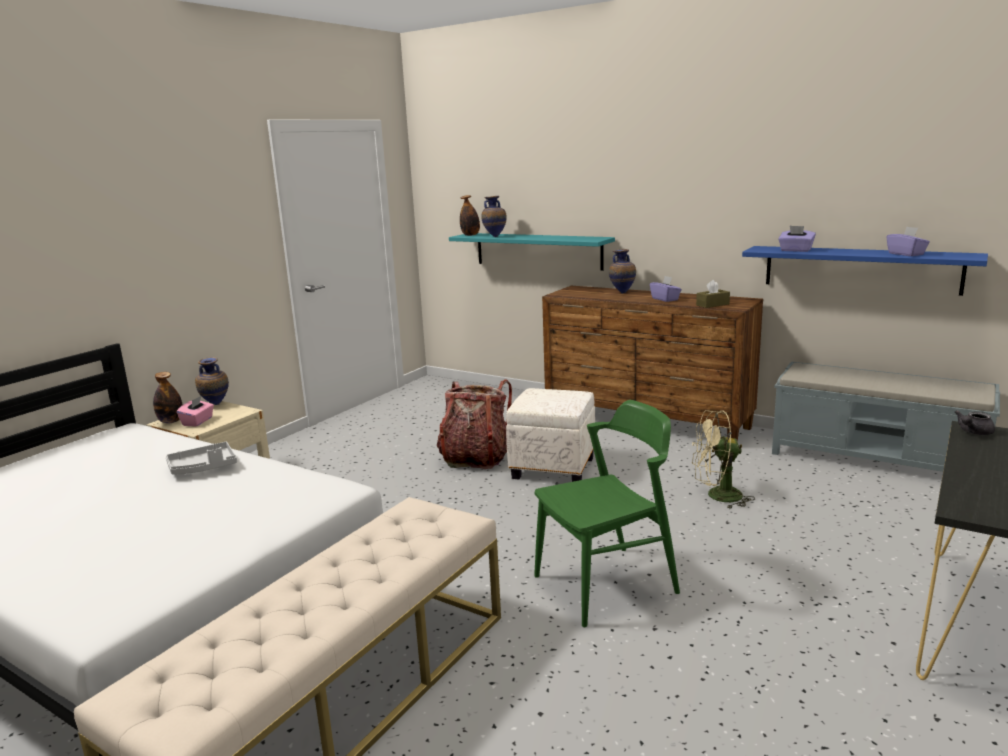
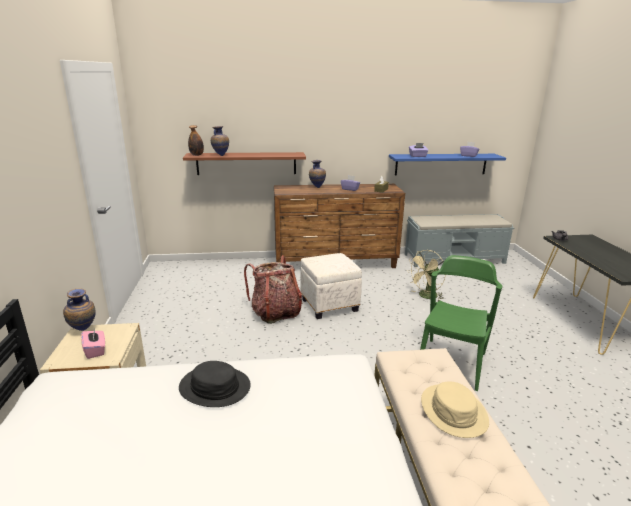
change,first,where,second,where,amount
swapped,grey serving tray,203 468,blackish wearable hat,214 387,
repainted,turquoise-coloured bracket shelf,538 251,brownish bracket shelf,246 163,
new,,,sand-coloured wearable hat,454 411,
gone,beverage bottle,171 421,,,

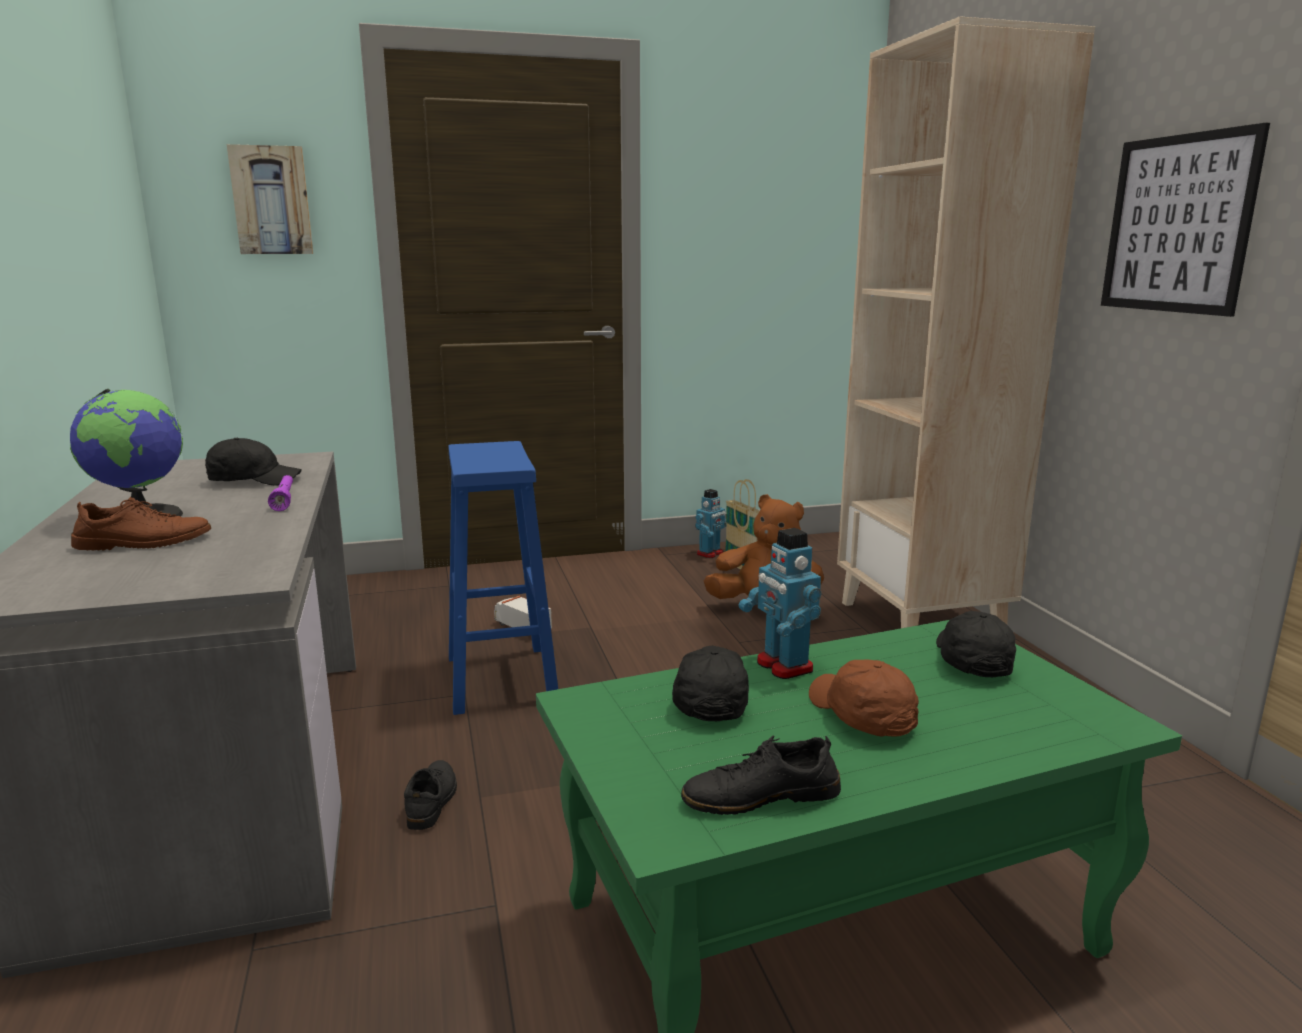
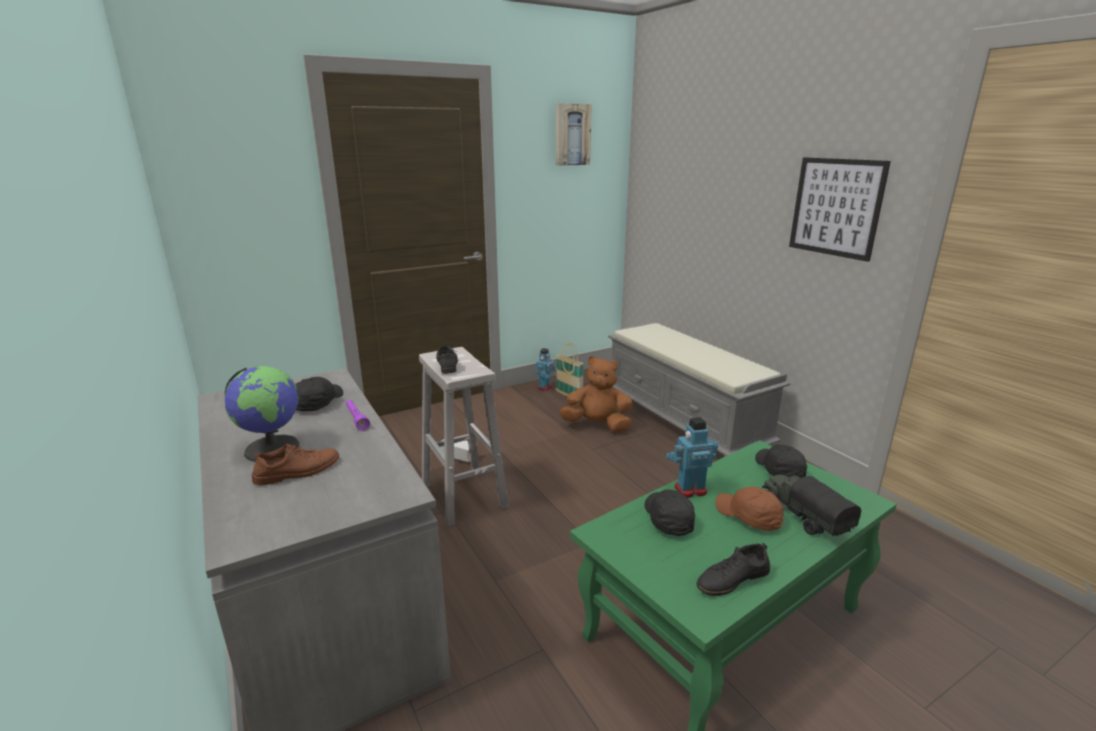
change,first,where,second,where,amount
rotated,blackish cap,254 480,,317 403,60 degrees counterclockwise
repainted,blue sitting stool,502 679,whitish sitting stool,464 496,
shifted,blackish shoe,432 800,,447 364,
shifted,wall art,272 201,,571 135,
swapped,sand-coloured bookshelf,922 621,grey long seat,685 421,
rotated,robot figure,783 666,,690 489,120 degrees clockwise
new,,,toy truck,803 516,

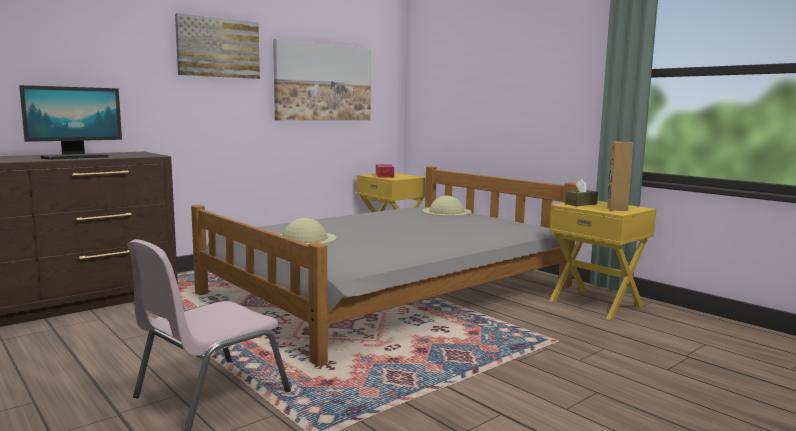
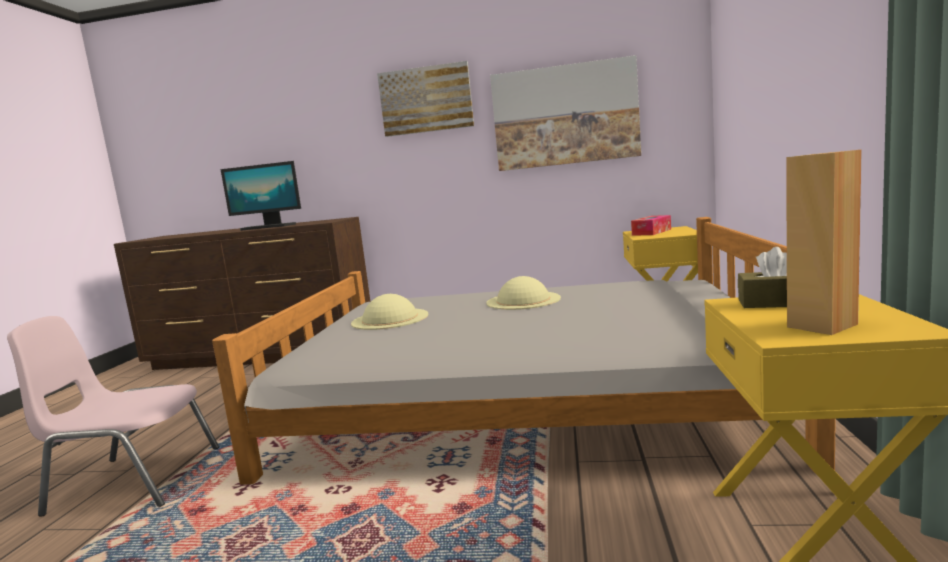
change,first,where,second,where,amount
shifted,sand-coloured wearable hat,446 211,,523 300,

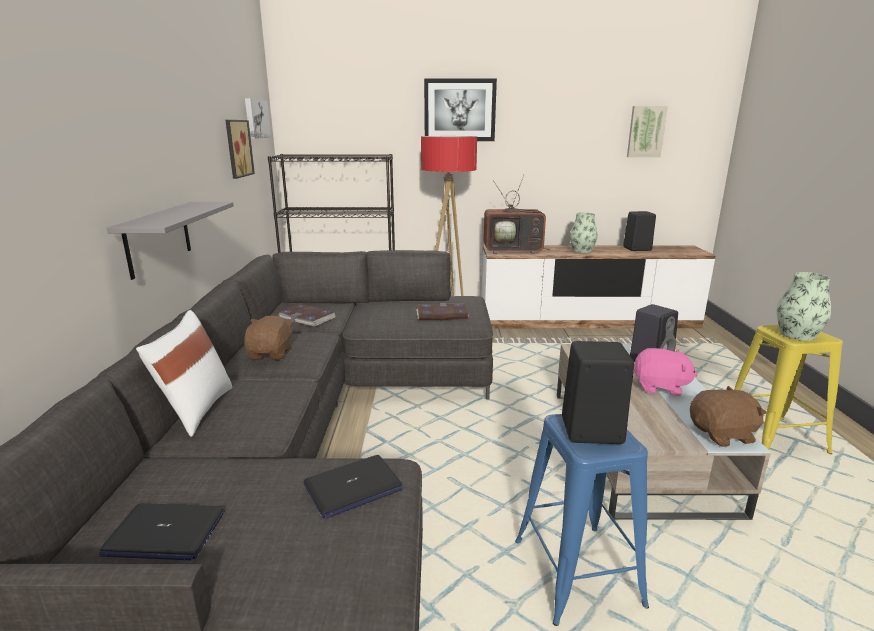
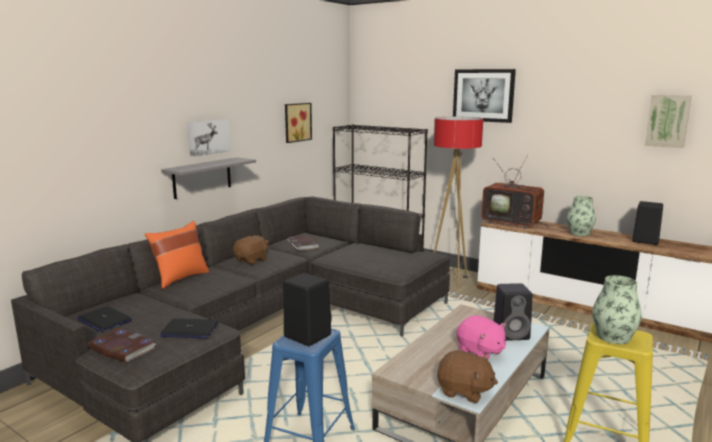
change,first,where,second,where,amount
shifted,volume,441 315,,122 348,
repainted,whitish cushion,196 410,orange cushion,180 278,
shifted,wall art,256 119,,208 137,

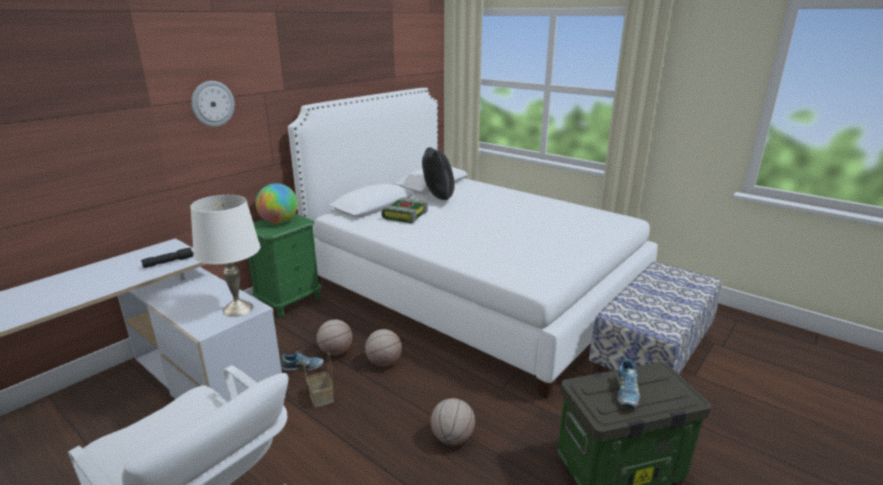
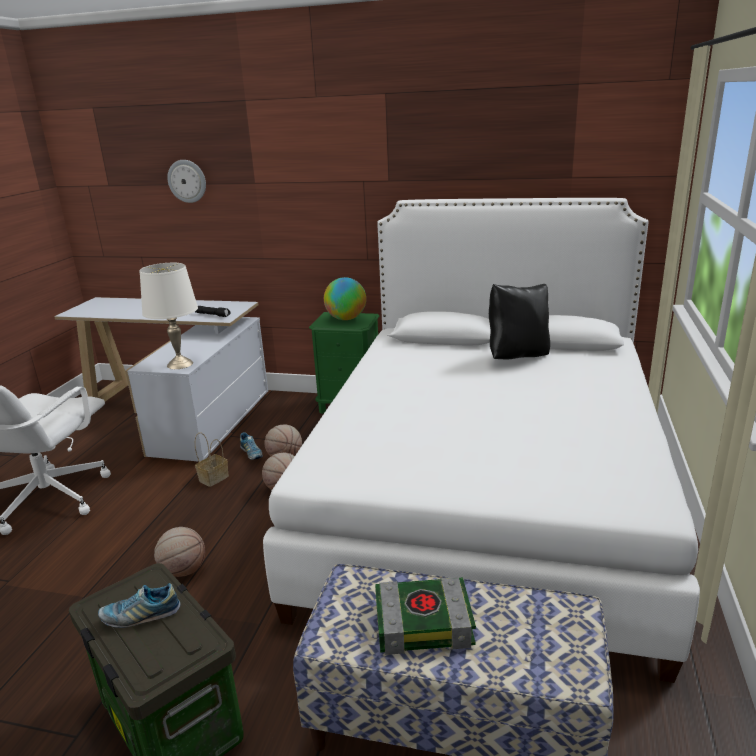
change,first,where,second,where,amount
shifted,wall clock,212 103,,187 181,
shifted,volume,405 215,,424 621,

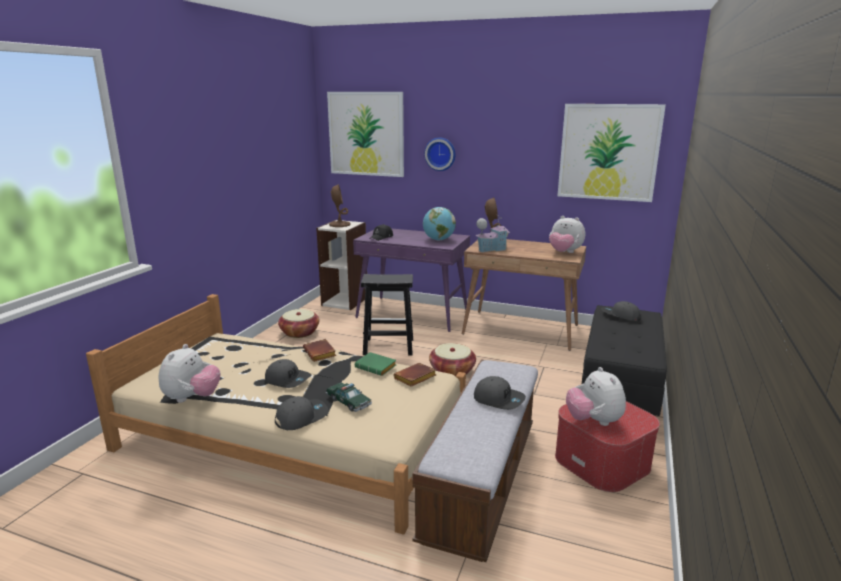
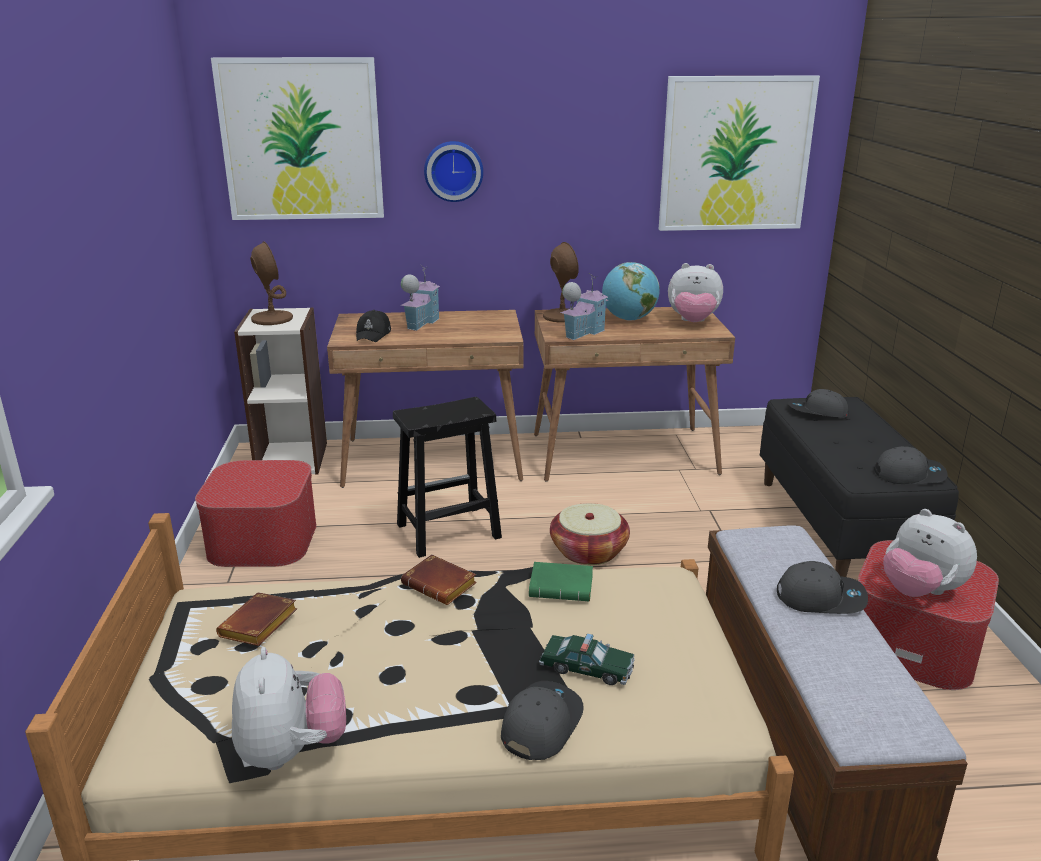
change,first,where,second,where,amount
swapped,household basket,299 332,pouffe,262 540,
shifted,brownish volume,415 378,,259 626,
repainted,purple desk unit,413 314,brownish desk unit,433 459,
new,,,model house,420 322,
shifted,desk globe,438 240,,629 319,
shifted,grey cap,287 379,,909 474,

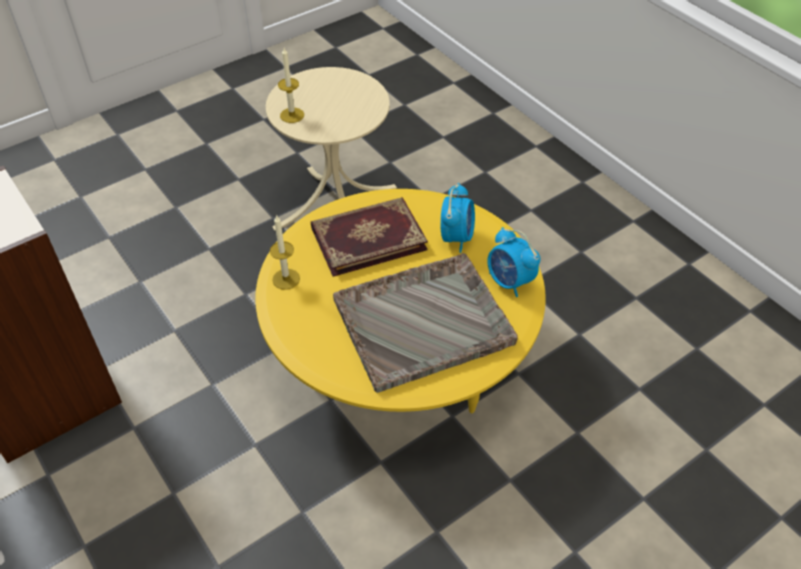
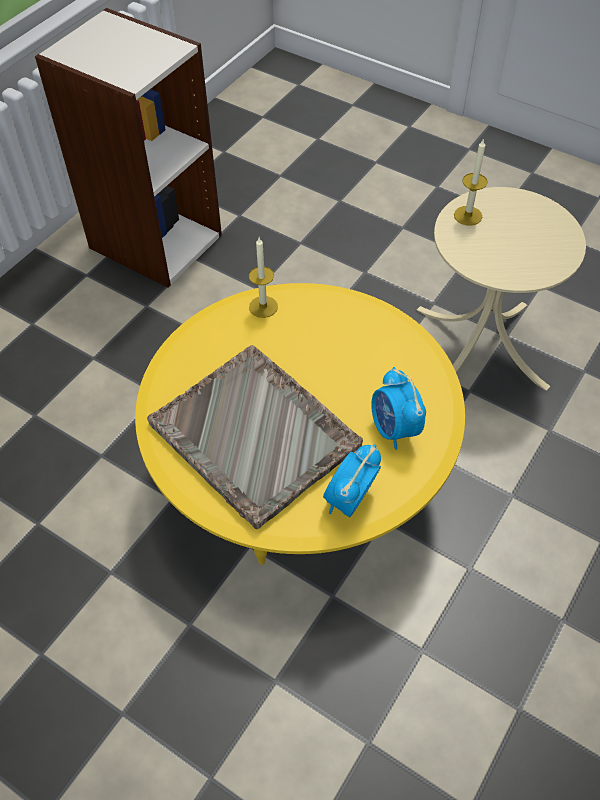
change,first,where,second,where,amount
rotated,bedside clock,456 237,,394 429,75 degrees clockwise
gone,volume,368 238,,,

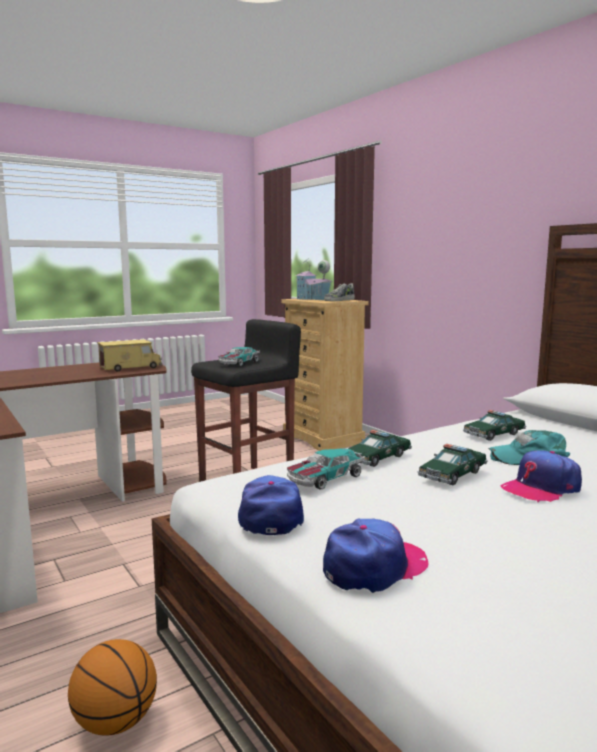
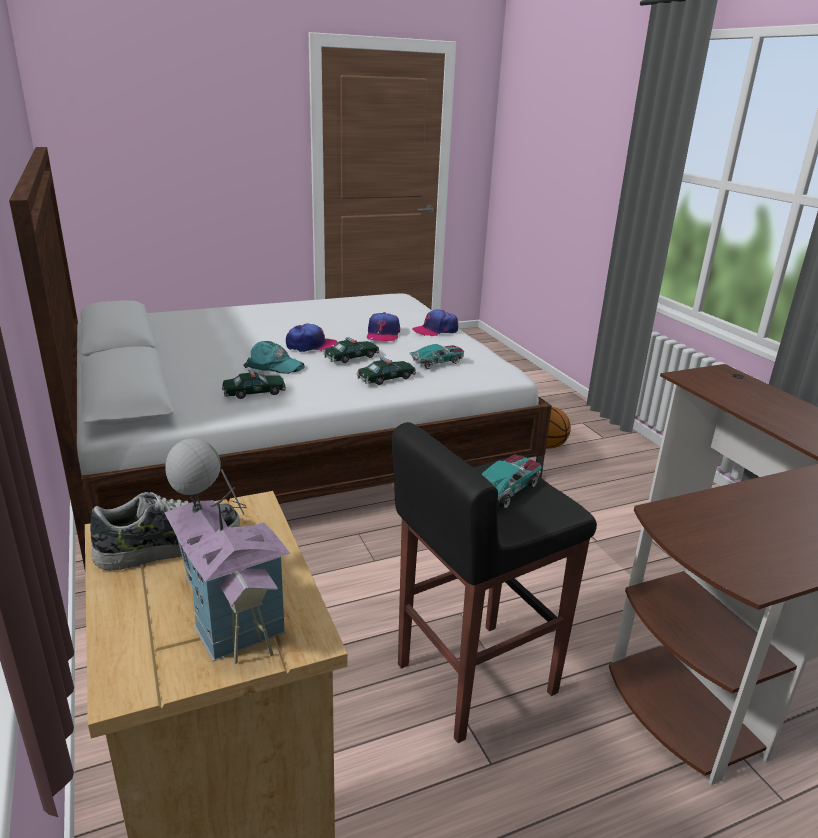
change,first,where,second,where,amount
shifted,cap,270 515,,383 334,
gone,toy truck,130 367,,,

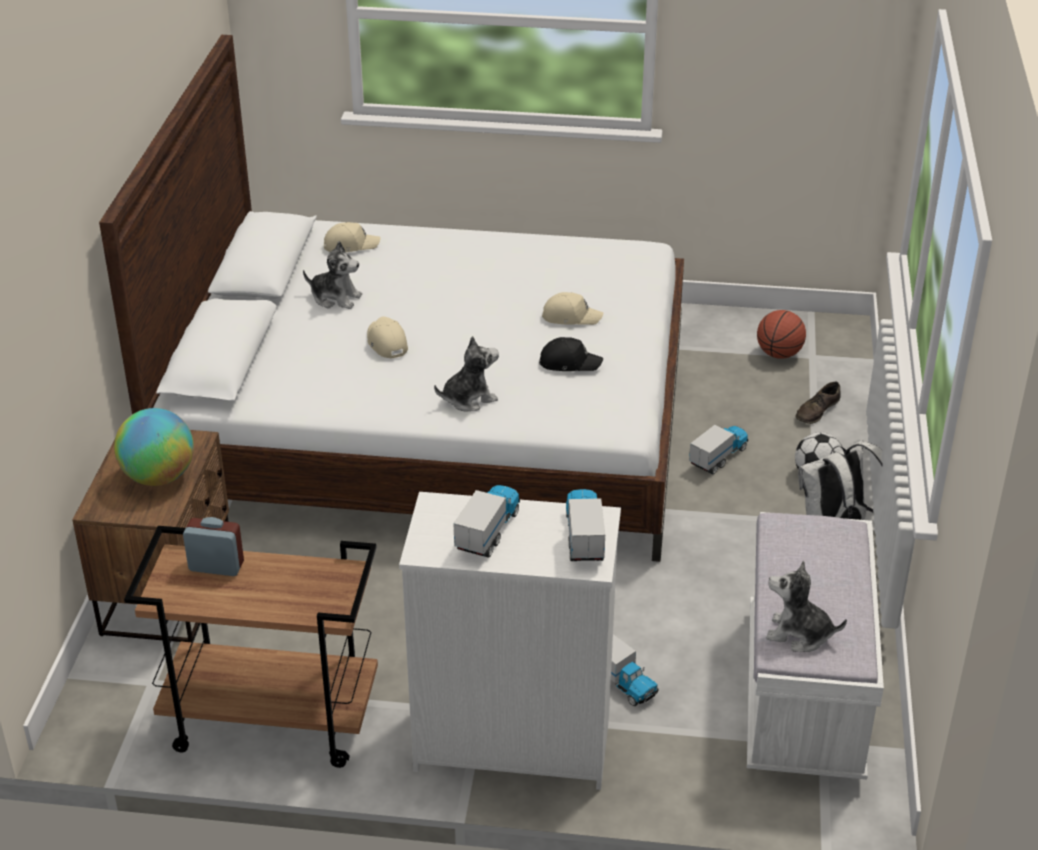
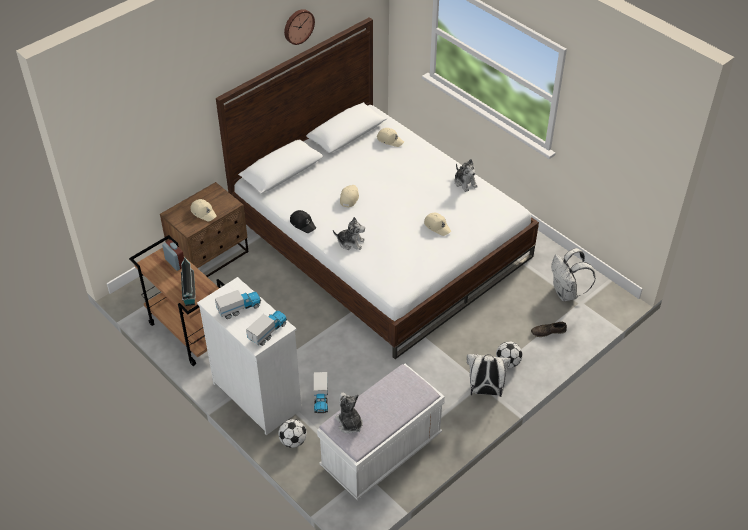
change,first,where,second,where,amount
new,,,model house,189 293,
swapped,desk globe,159 477,sand-coloured cap,203 212,
new,,,ball for football,293 441,
new,,,wall clock,298 26,
shifted,blackish cap,569 362,,303 224,
shifted,soft toy,335 298,,465 182,
swapped,basketball ball,779 354,whitish backpack,566 293,
gone,toy truck,718 457,,,

